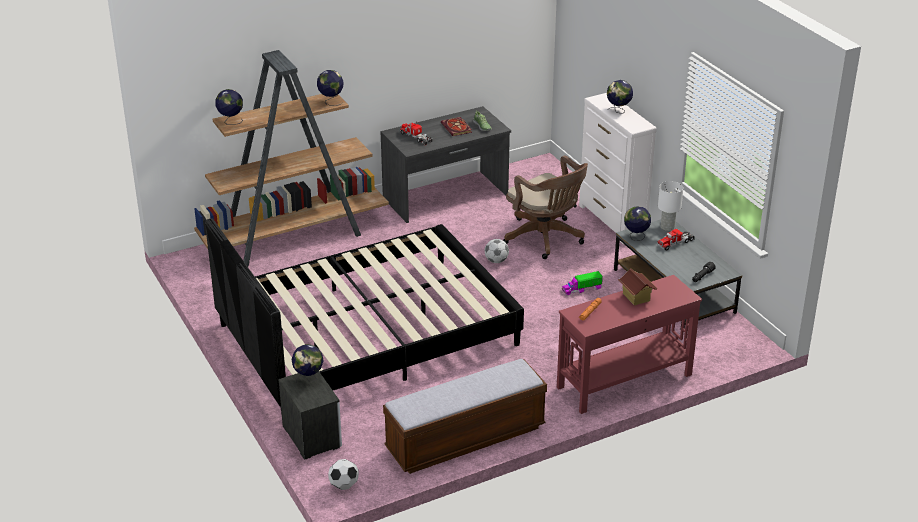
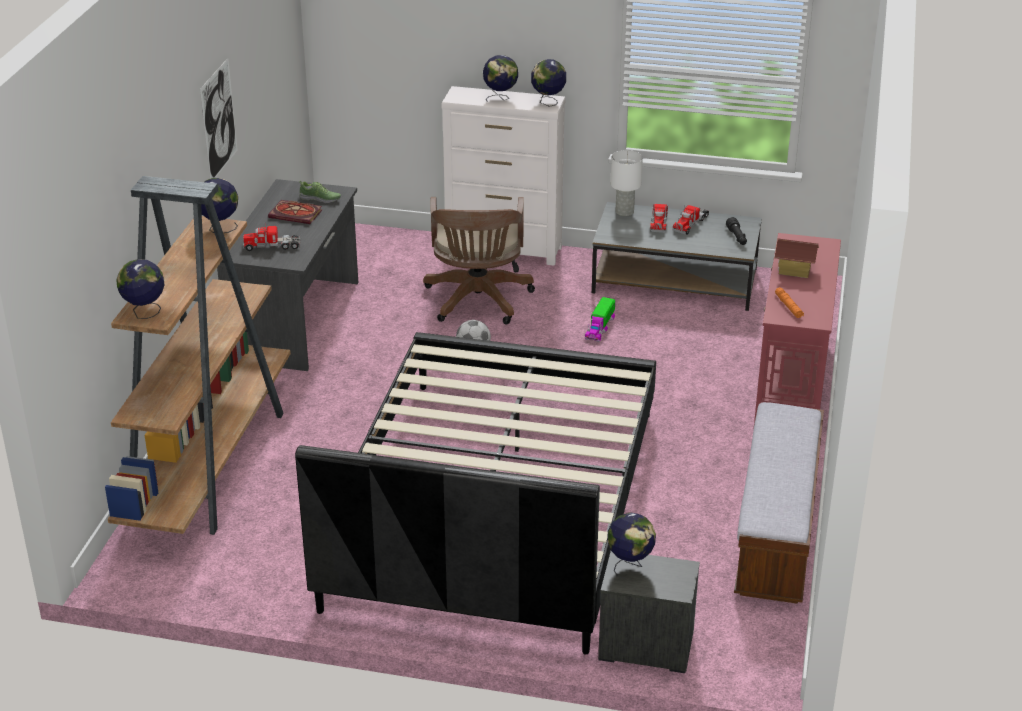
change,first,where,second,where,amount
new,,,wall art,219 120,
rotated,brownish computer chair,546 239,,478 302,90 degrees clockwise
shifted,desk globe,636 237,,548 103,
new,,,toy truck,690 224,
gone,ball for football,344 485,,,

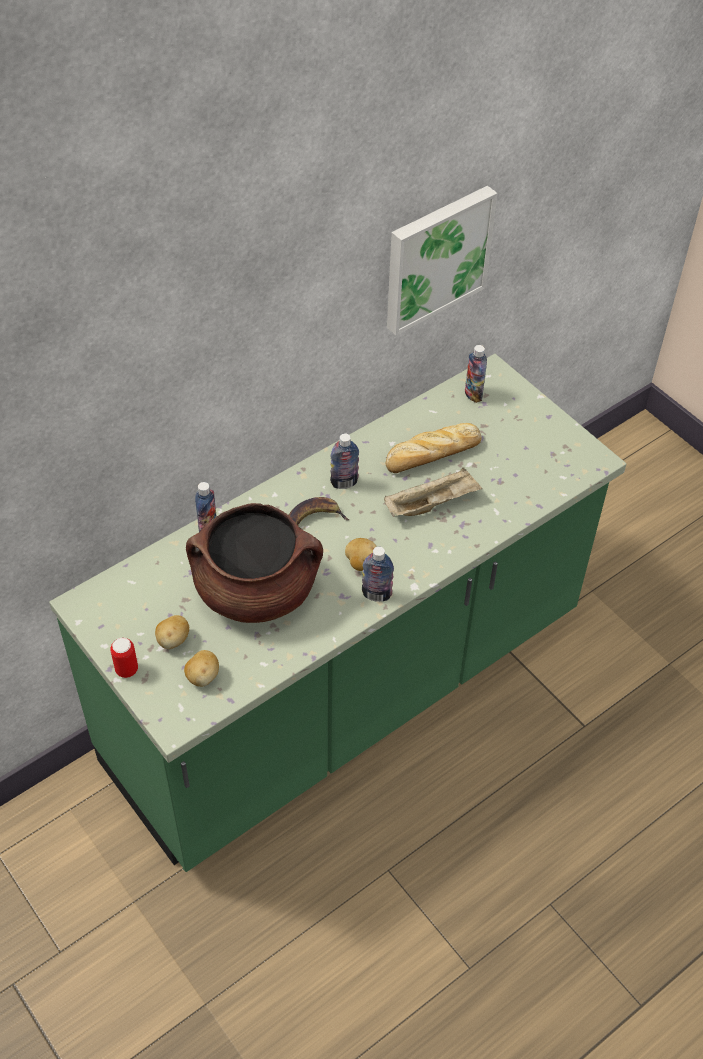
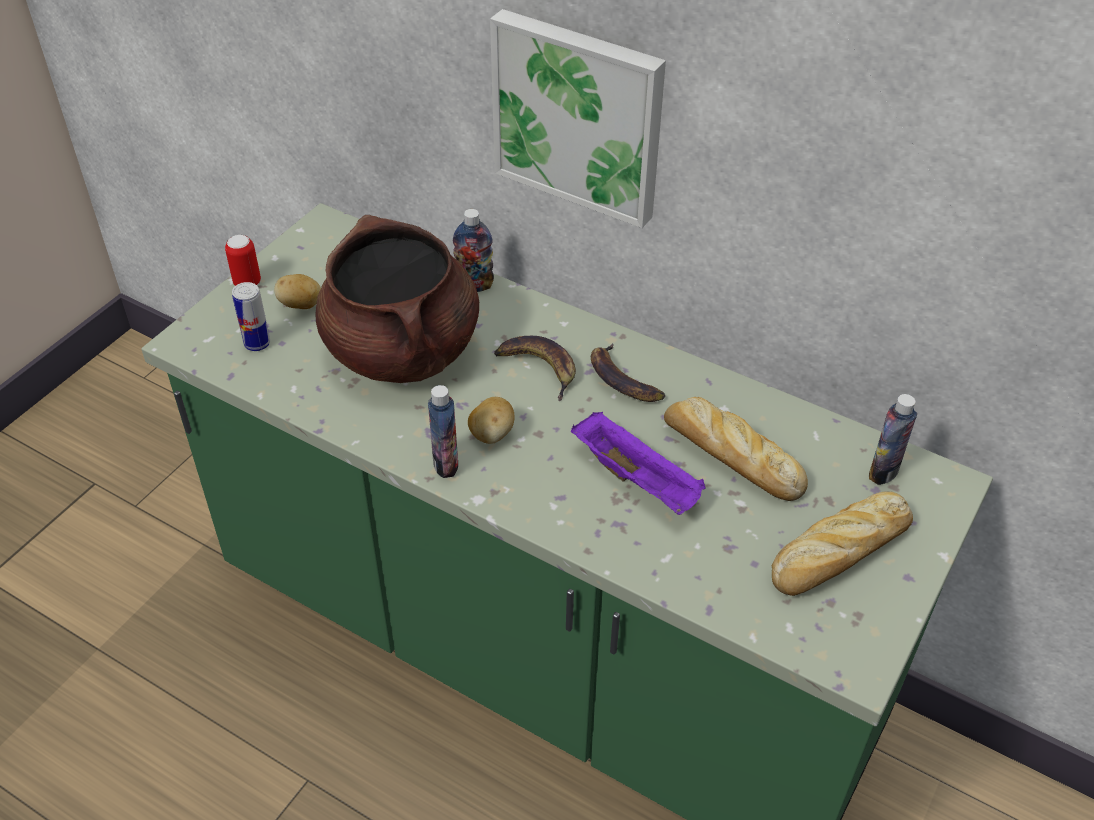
change,first,where,second,where,amount
swapped,potato,203 676,can,257 343,
shifted,wall art,436 257,,579 115,
repainted,sand-coloured serving tray,432 504,purple serving tray,637 479,
swapped,beverage bottle,344 483,banana,622 380,
new,,,baked bread,838 553,

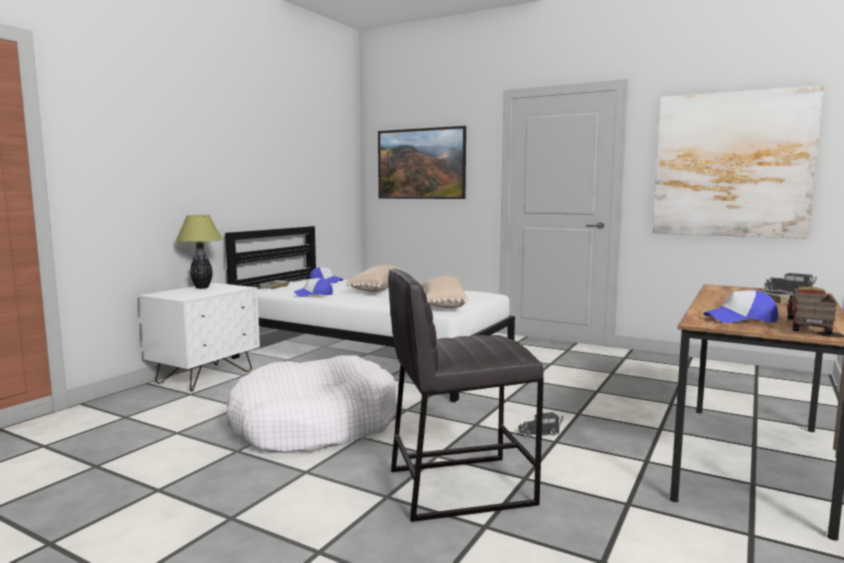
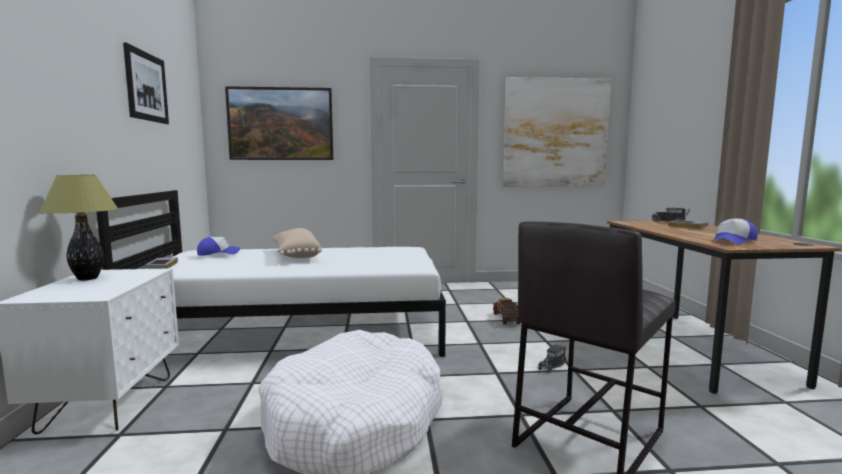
change,first,where,second,where,amount
new,,,wall art,146 86,
shifted,toy truck,807 326,,506 319,
gone,cap,314 294,,,
gone,sand-coloured cushion,442 304,,,

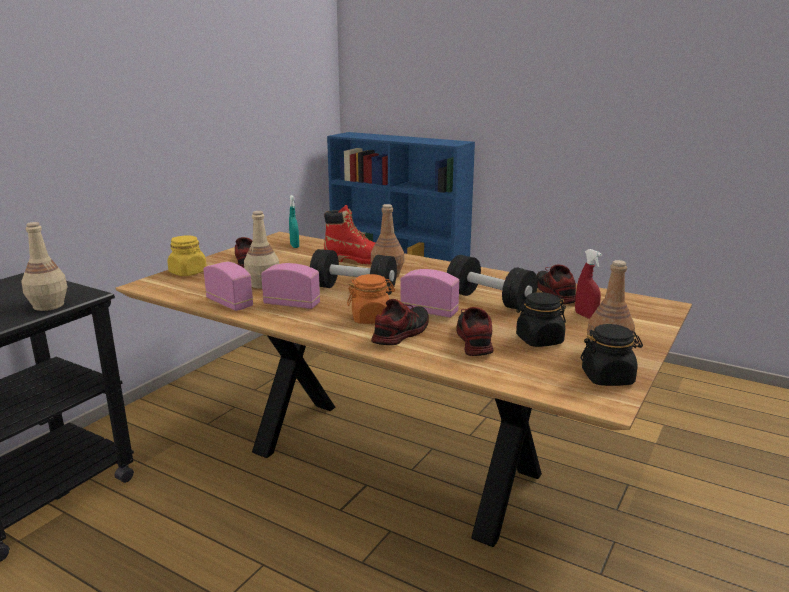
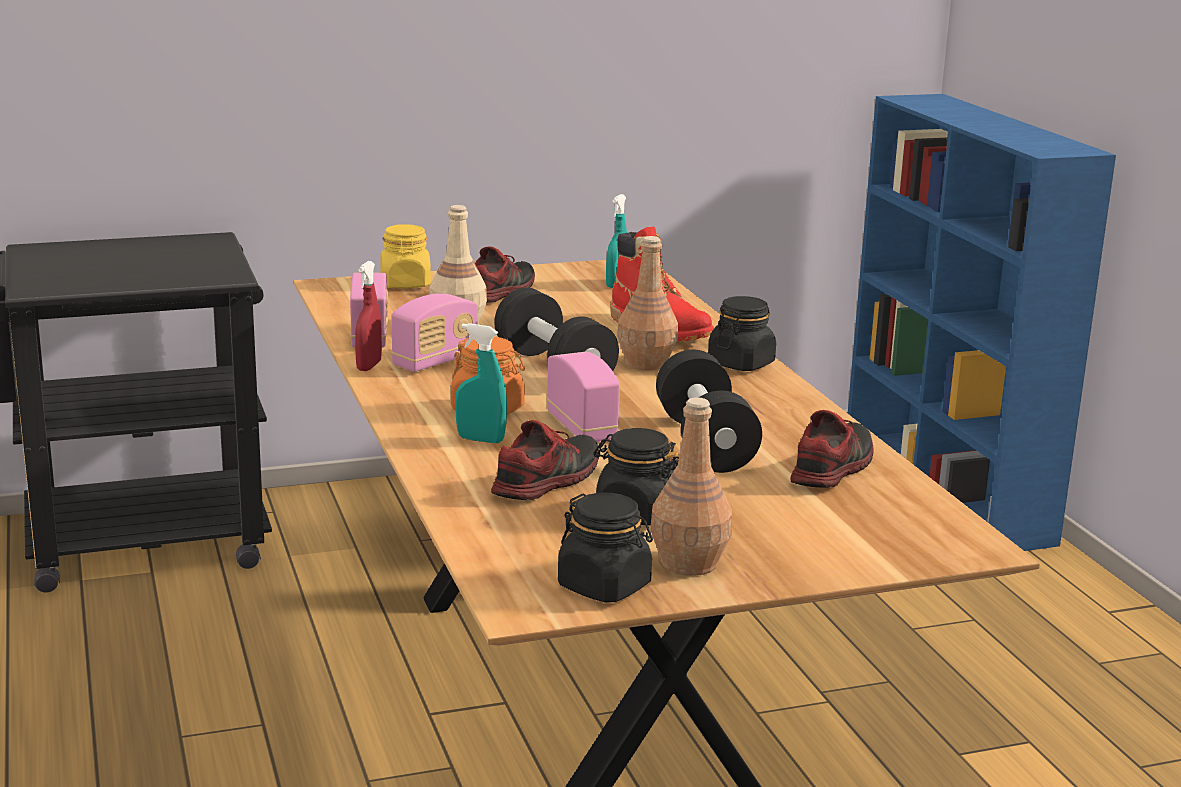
change,first,where,second,where,amount
shifted,red-coloured spray bottle,585 316,,369 366,
rotated,radio receiver,292 304,,435 361,75 degrees clockwise
swapped,shoe,401 333,turquoise-coloured spray bottle,480 439,
new,,,blackish storage jar,741 363,
gone,sand-coloured beverage bottle,48 306,,,

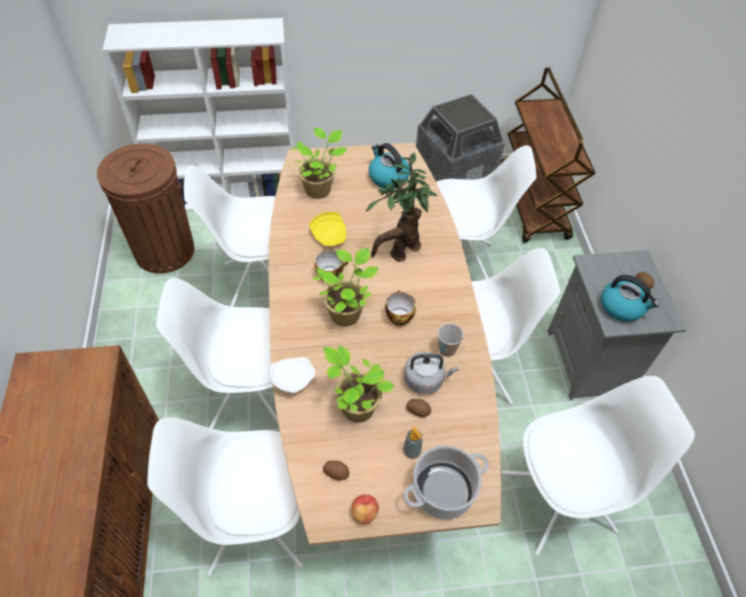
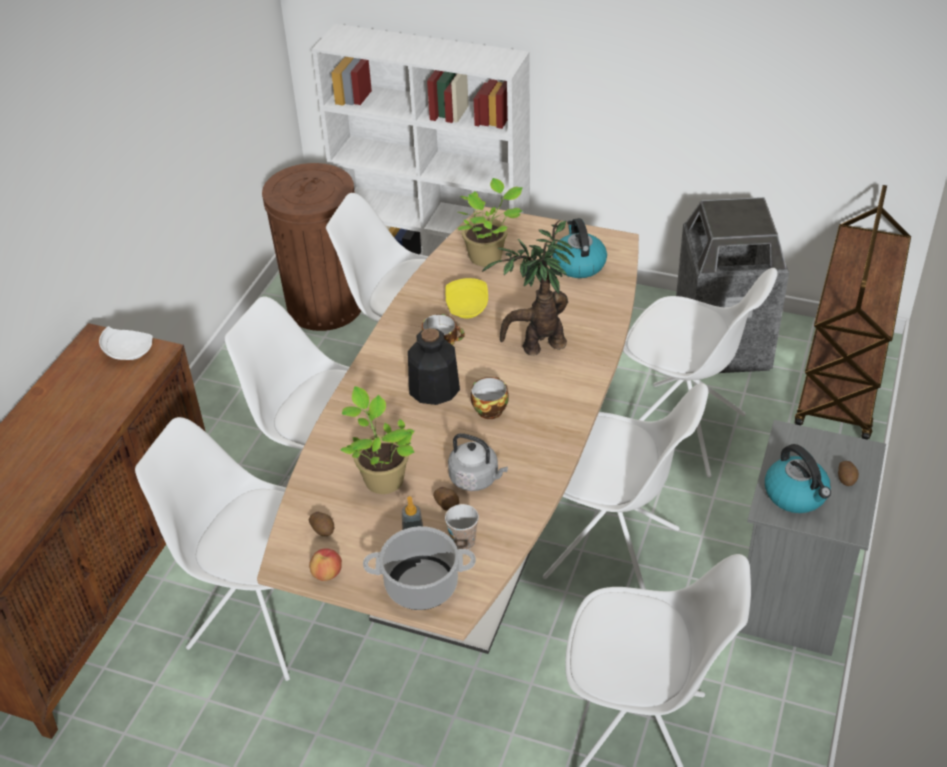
change,first,where,second,where,amount
shifted,whitish plate,291 378,,128 351,
swapped,potted plant,346 313,beverage bottle,433 388,
shifted,drinking cup,447 349,,463 542,

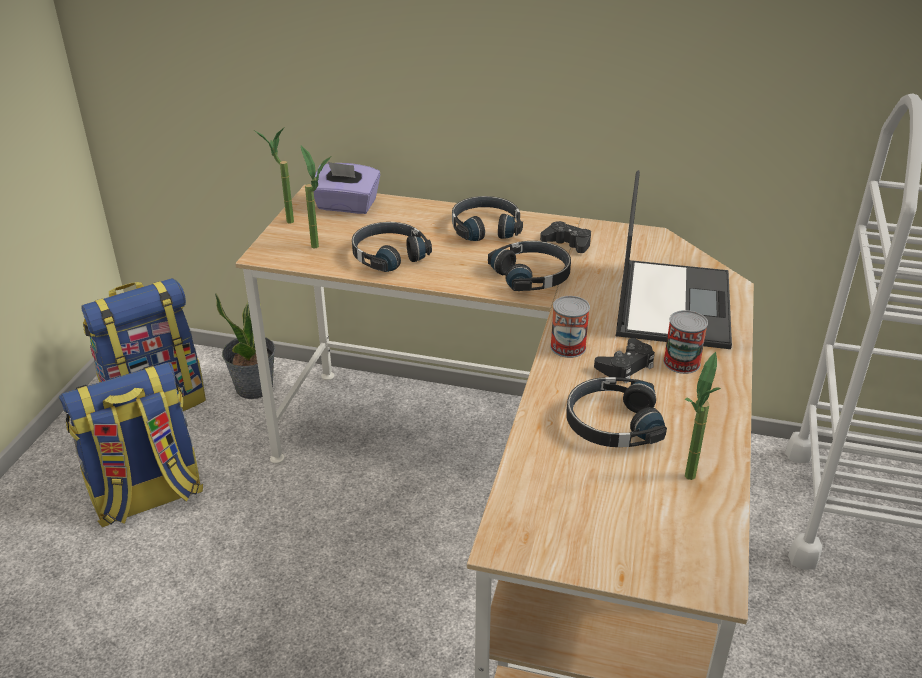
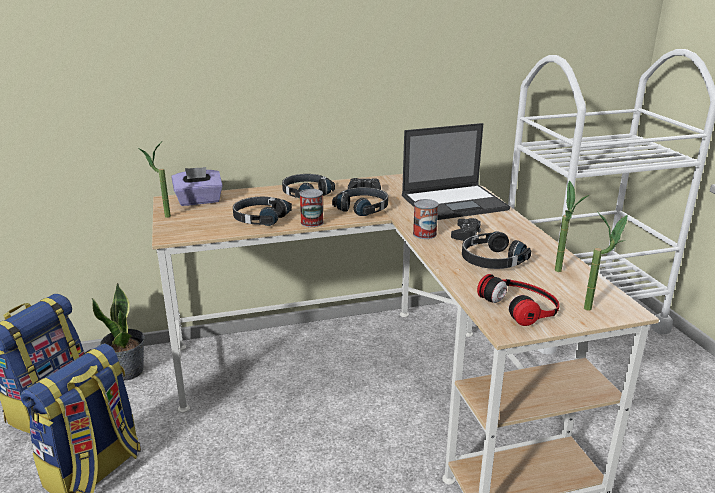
change,first,where,second,where,amount
shifted,can,681 362,,312 222,
rotated,laptop,673 303,,455 202,90 degrees clockwise
new,,,headset,521 305,
shifted,potted plant,321 248,,595 308,

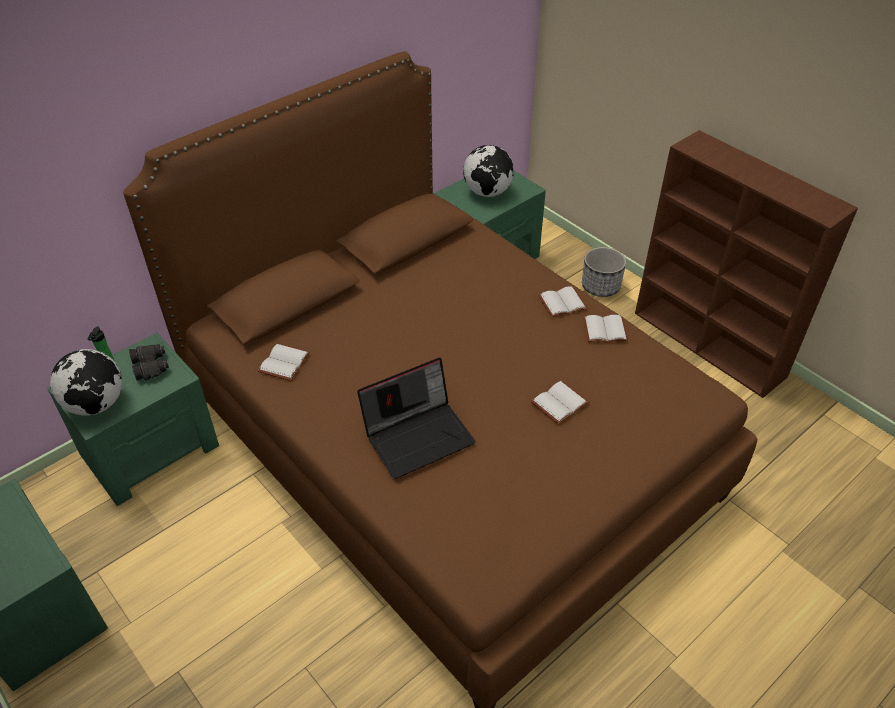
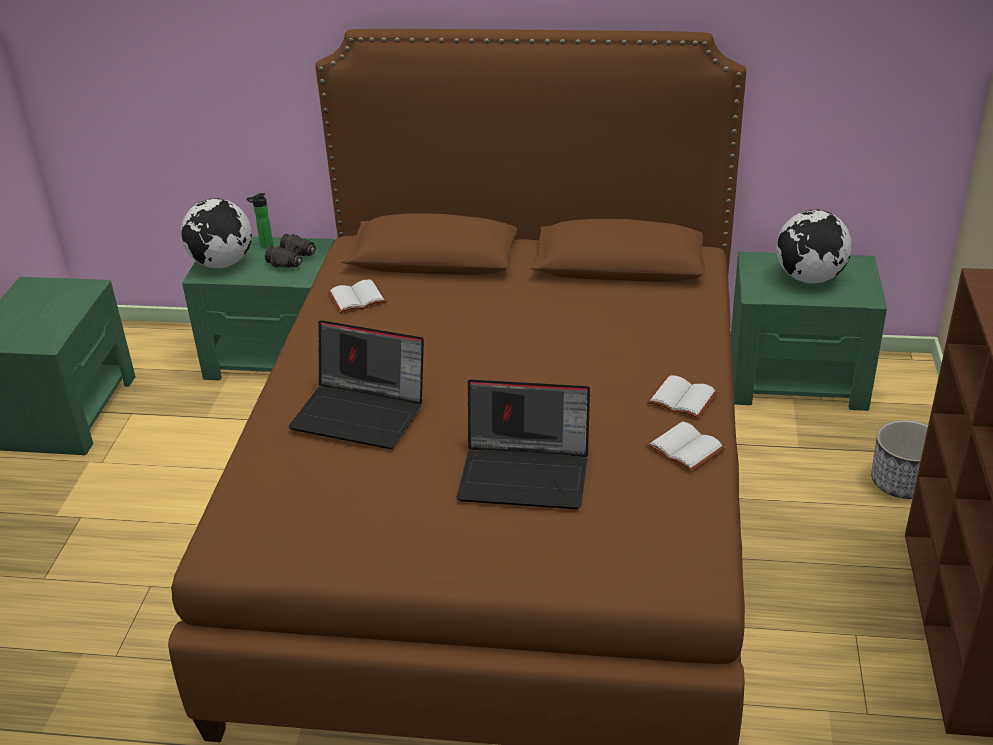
change,first,where,second,where,amount
swapped,whitish volume,559 402,laptop,526 473,

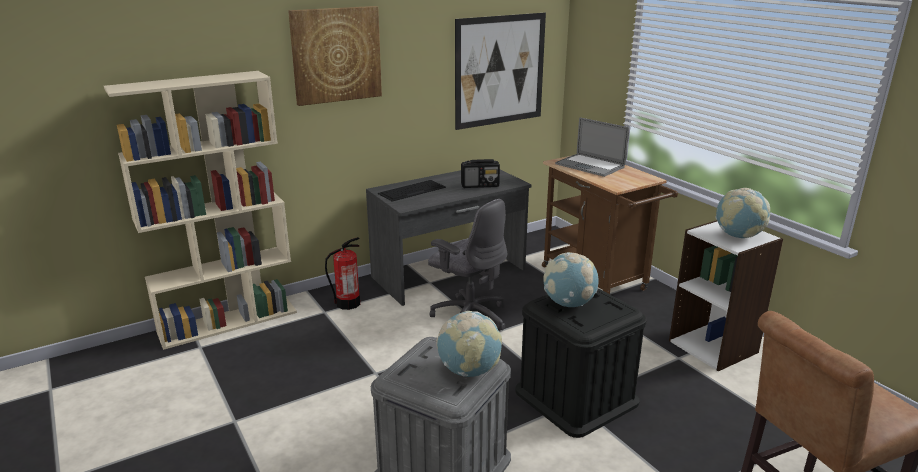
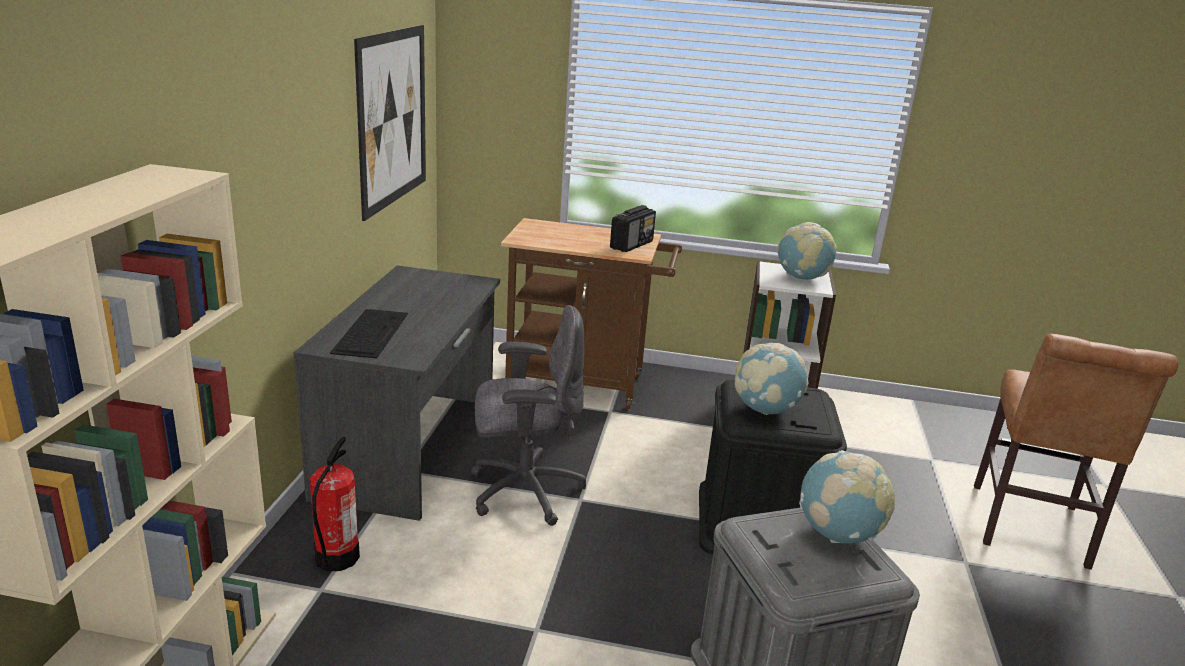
change,first,where,second,where,amount
shifted,radio receiver,480 185,,632 245,
gone,wall art,336 55,,,
gone,laptop,590 165,,,

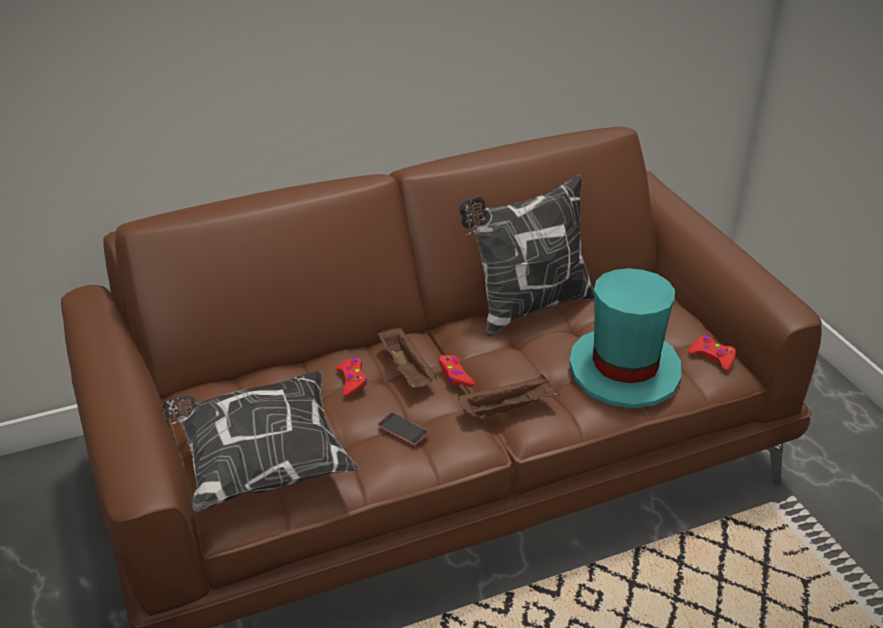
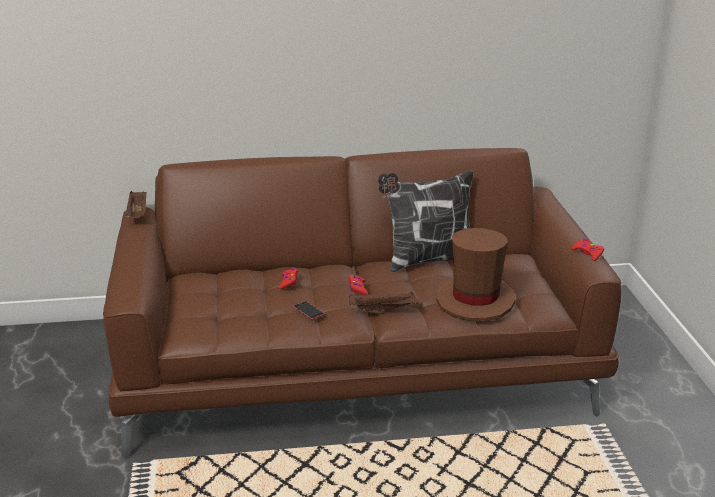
change,first,where,second,where,amount
shifted,brownish serving tray,407 370,,138 215,
repainted,turquoise-coloured wearable hat,625 369,brownish wearable hat,475 300,
shifted,red-coloured game controller,712 357,,588 253,
gone,cushion,260 463,,,

